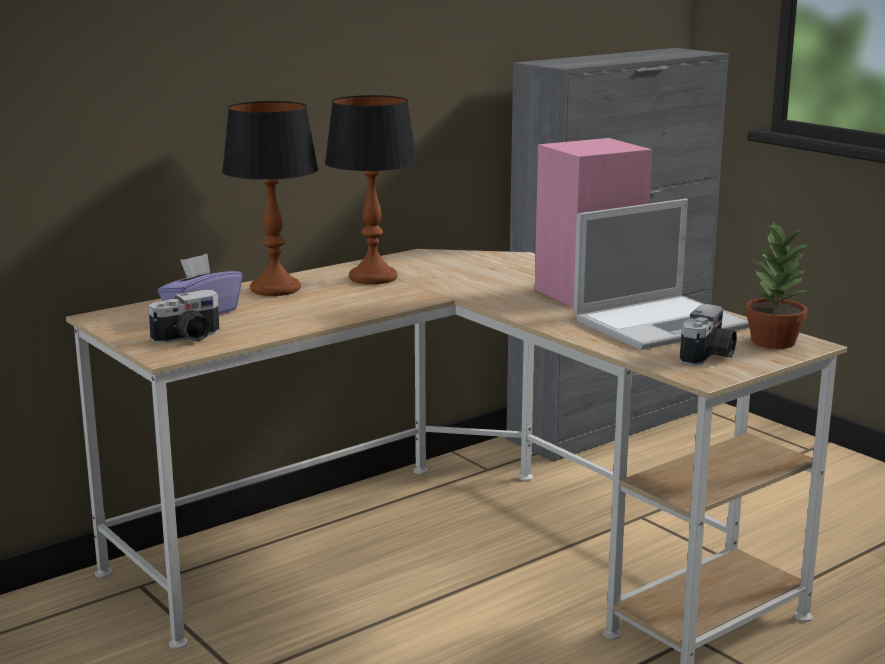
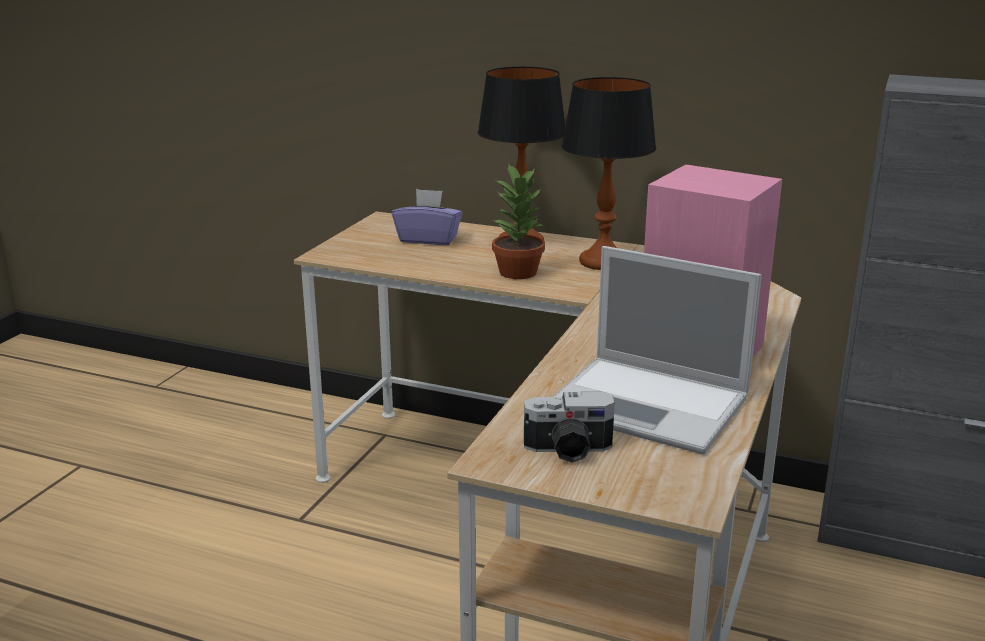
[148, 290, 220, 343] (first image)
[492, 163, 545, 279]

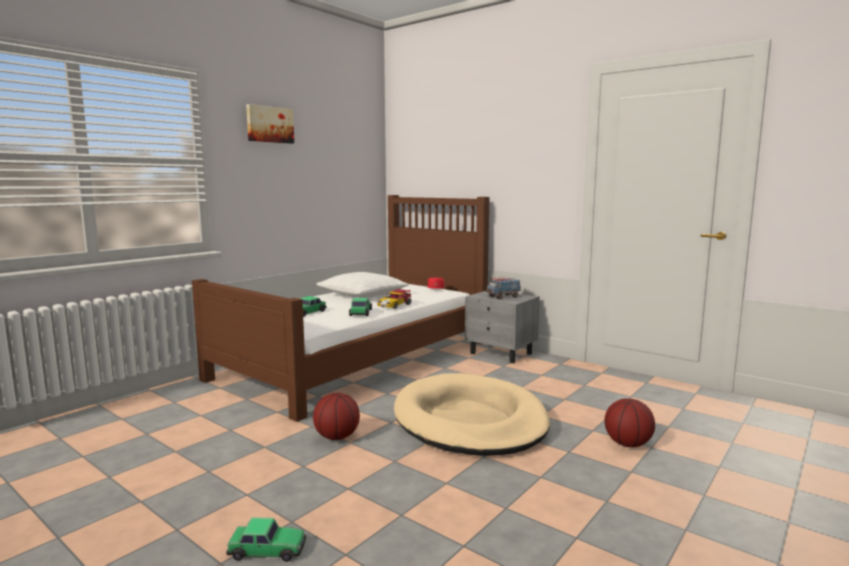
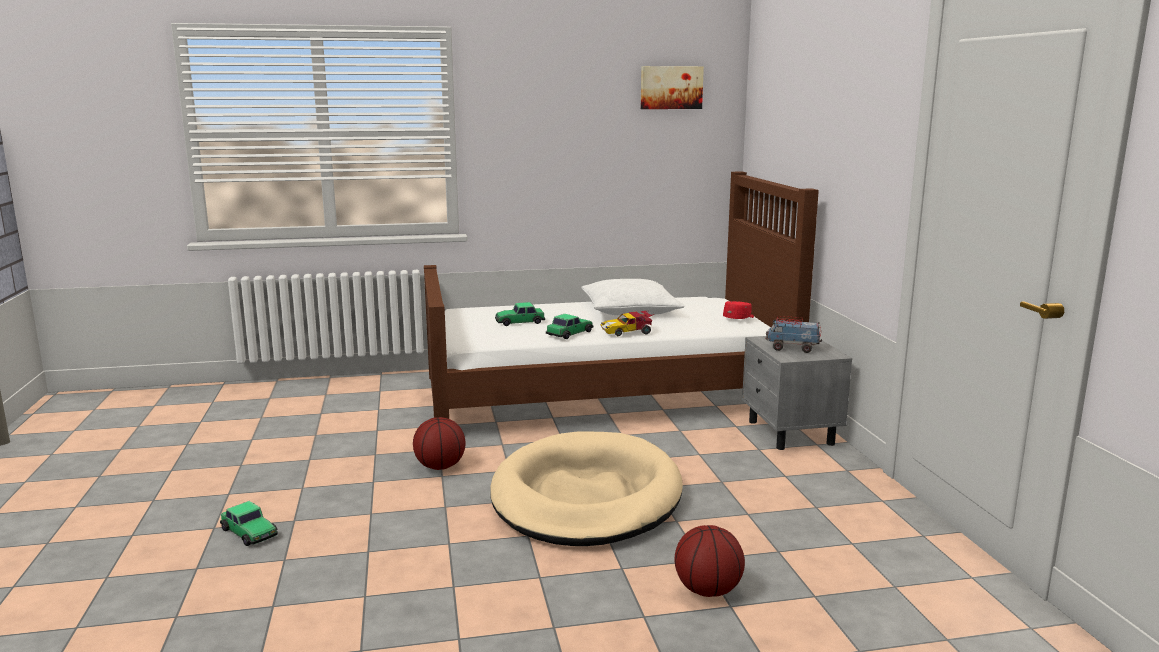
[641, 66, 704, 109]

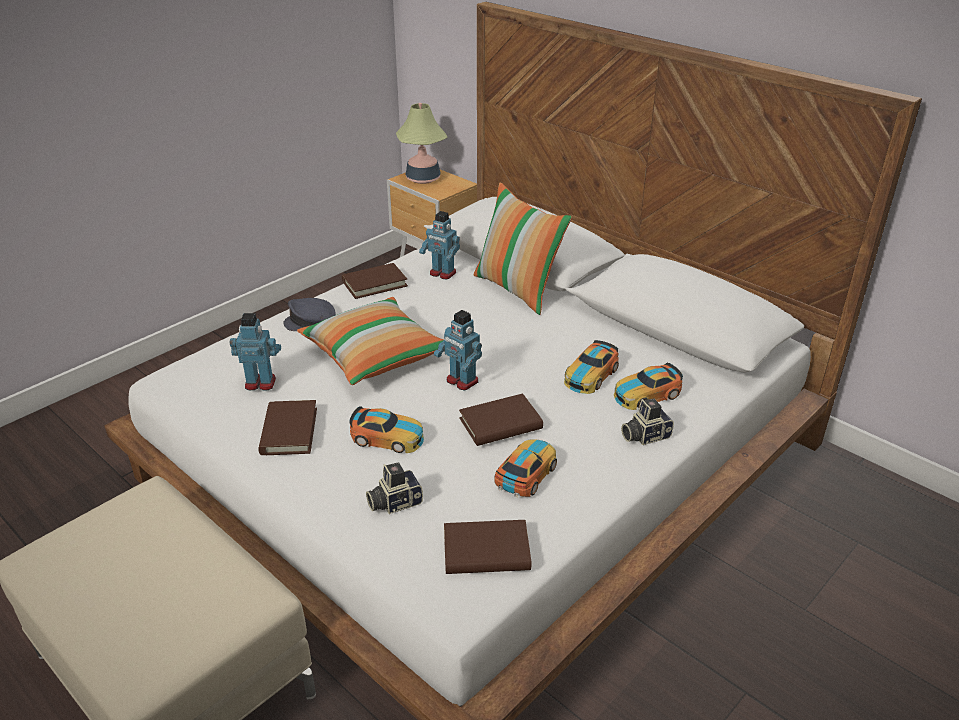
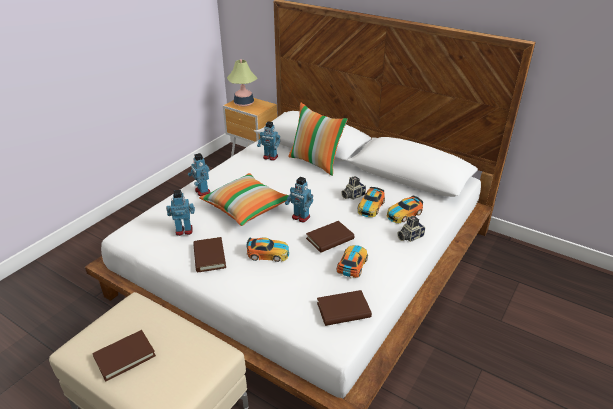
[188, 153, 211, 196]
[92, 330, 156, 382]
[341, 176, 366, 200]

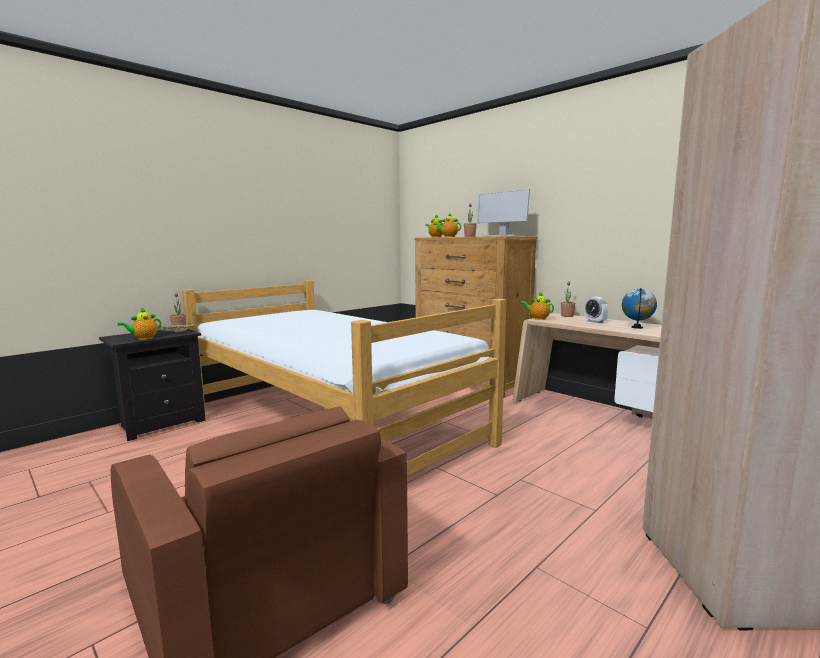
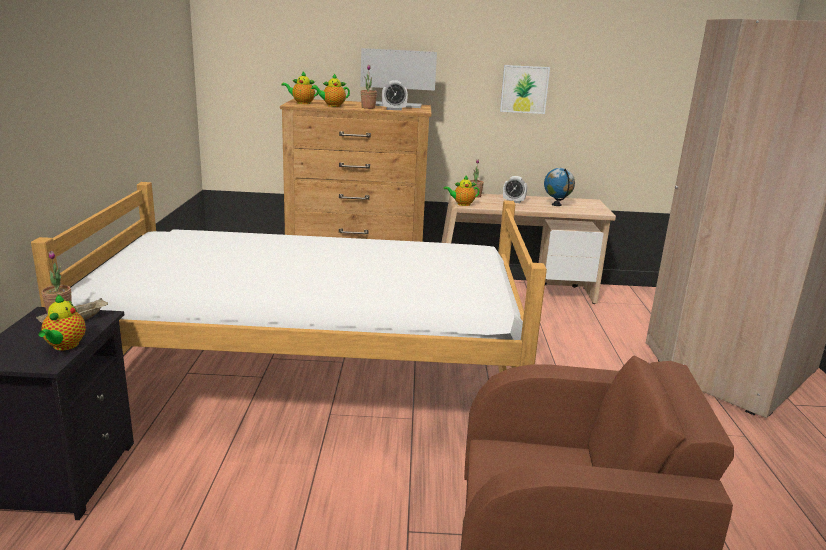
[382, 80, 408, 110]
[500, 65, 550, 114]

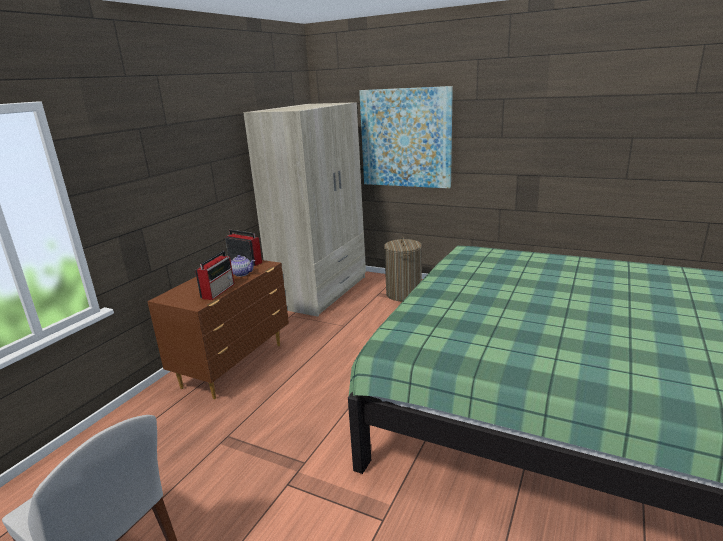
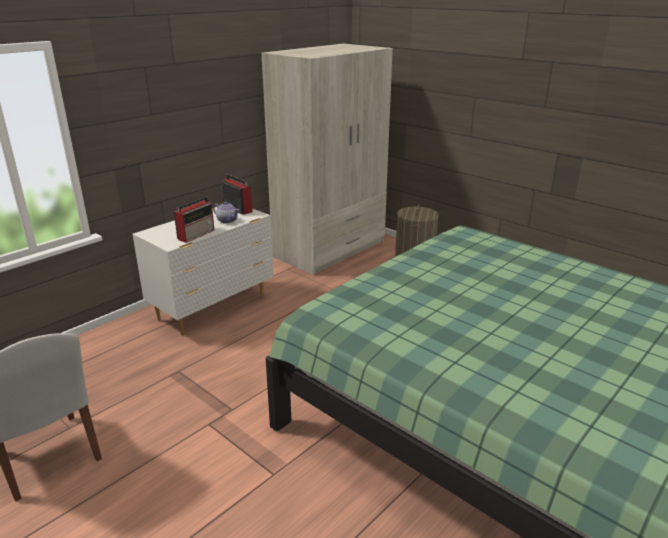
[132, 207, 274, 336]
[359, 86, 453, 189] (first image)

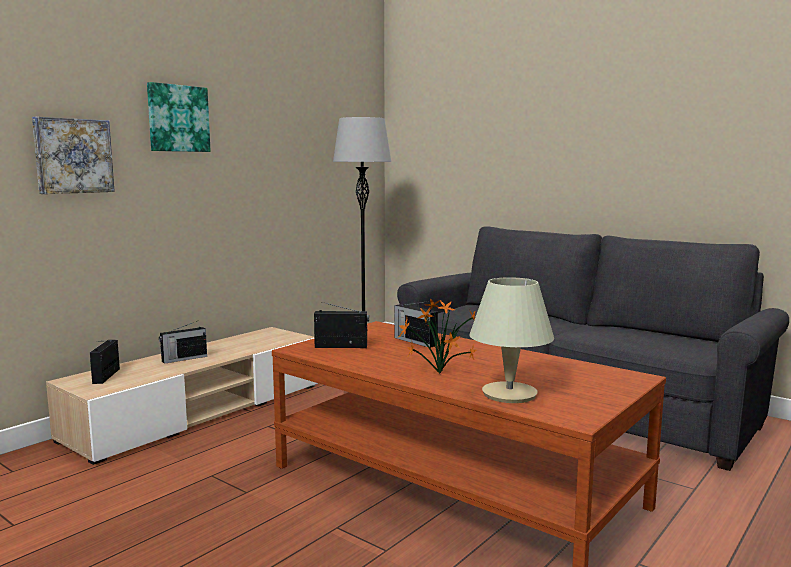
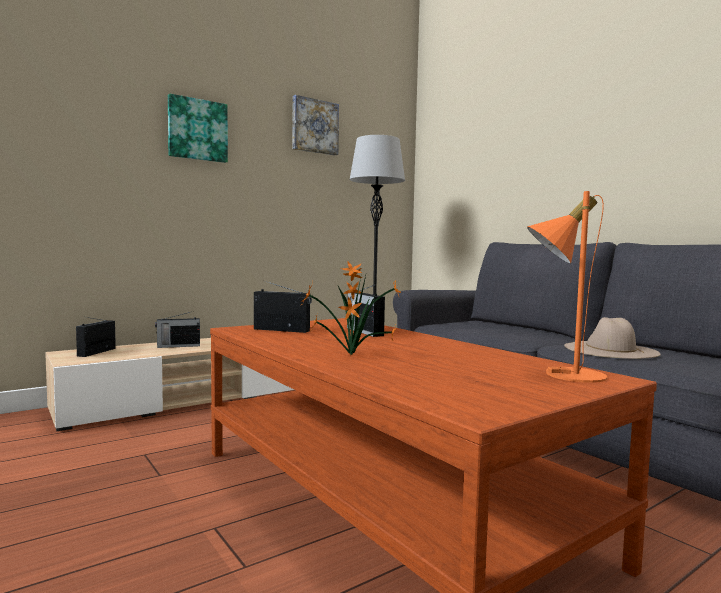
[292, 95, 339, 156]
[469, 277, 554, 403] (first image)
[527, 191, 608, 383]
[564, 317, 661, 359]

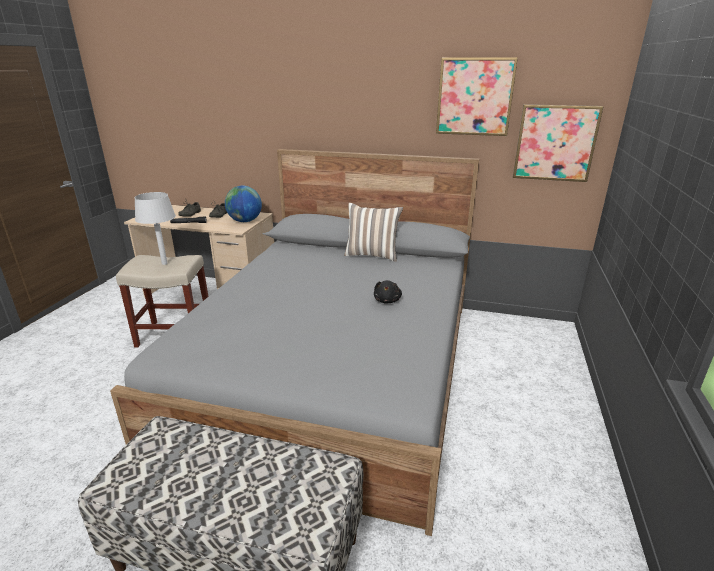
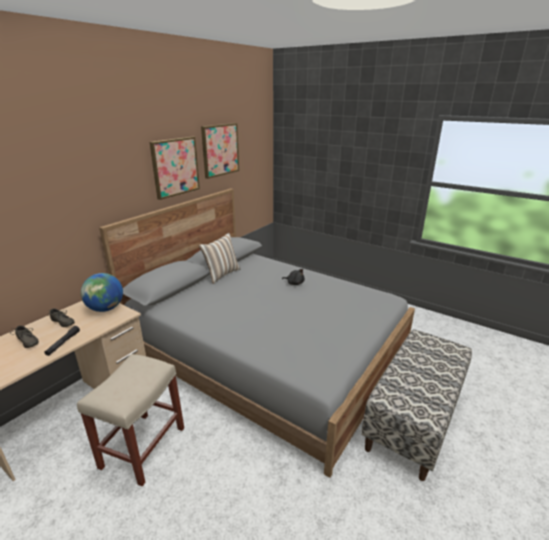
[134, 192, 176, 265] (first image)
[149, 137, 200, 200]

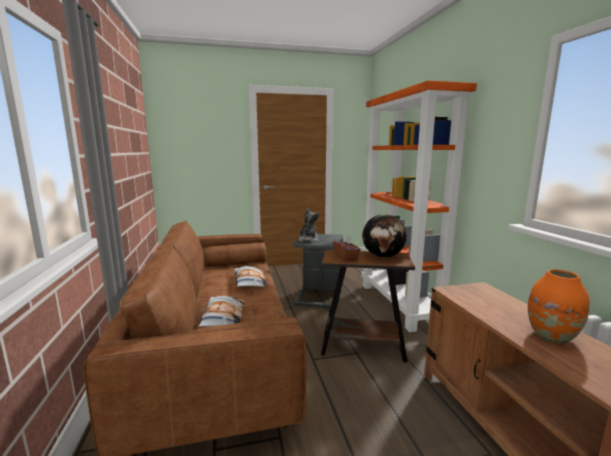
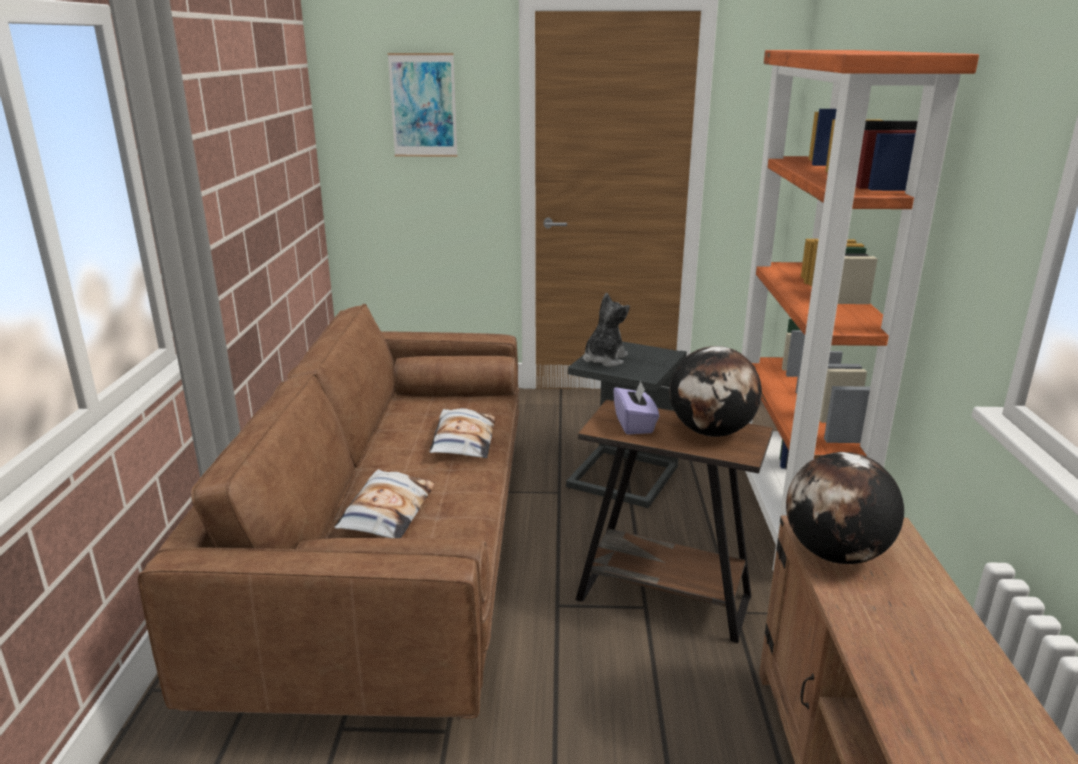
[613, 381, 659, 435]
[528, 269, 590, 344] (first image)
[388, 53, 458, 157]
[786, 452, 904, 564]

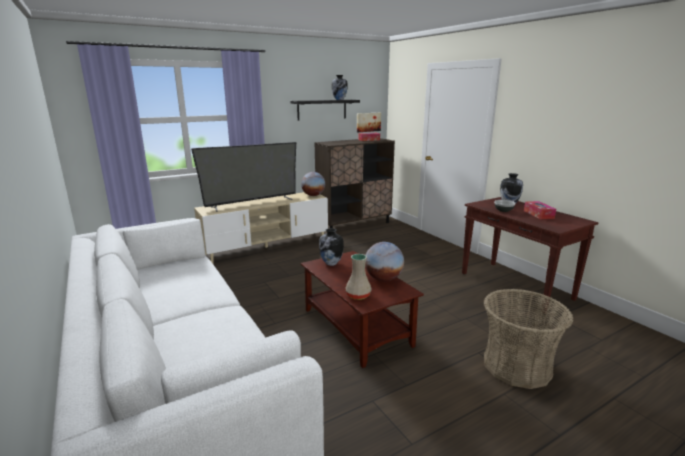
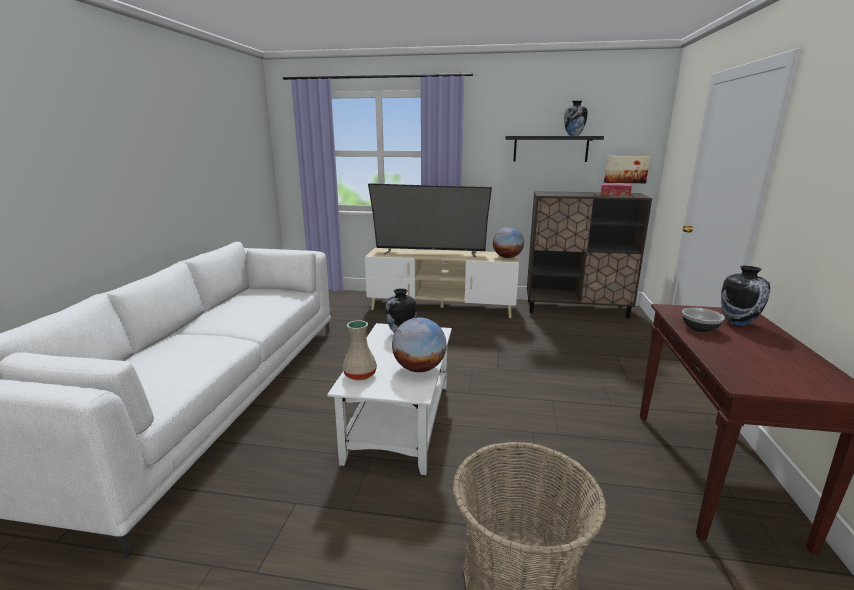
[327, 323, 452, 475]
[524, 201, 556, 219] (first image)

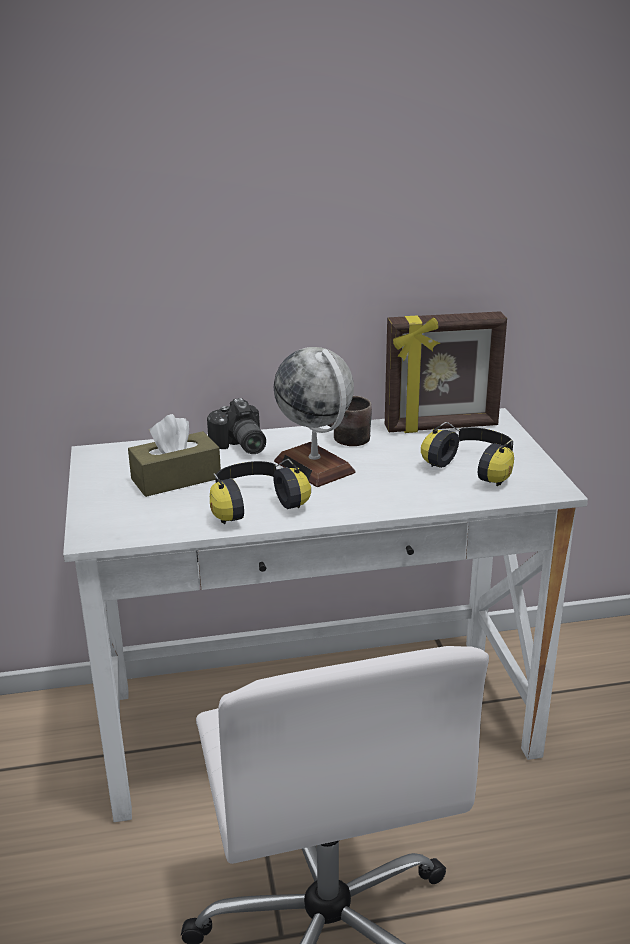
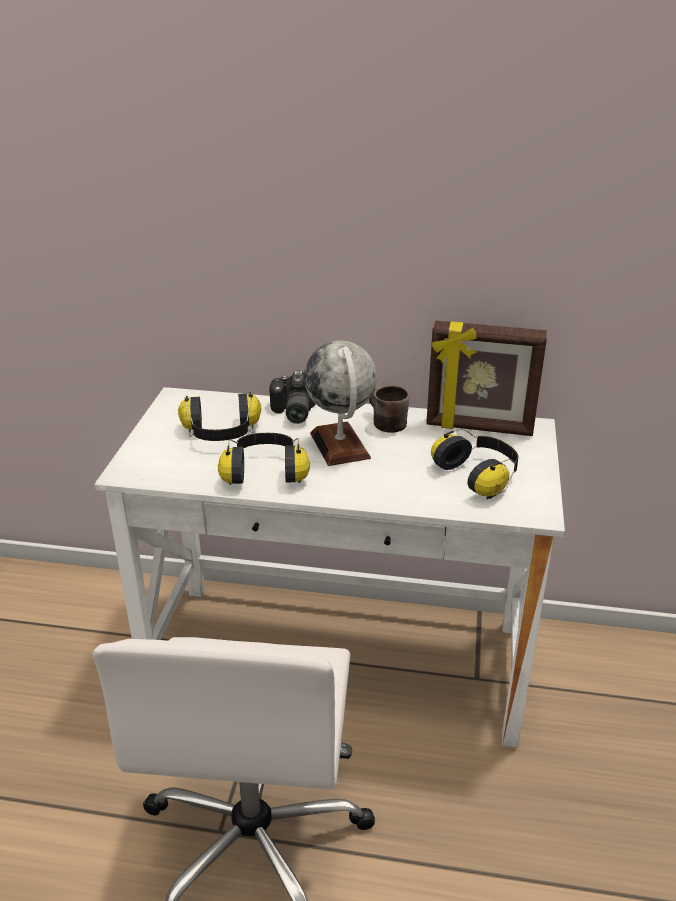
[178, 392, 261, 441]

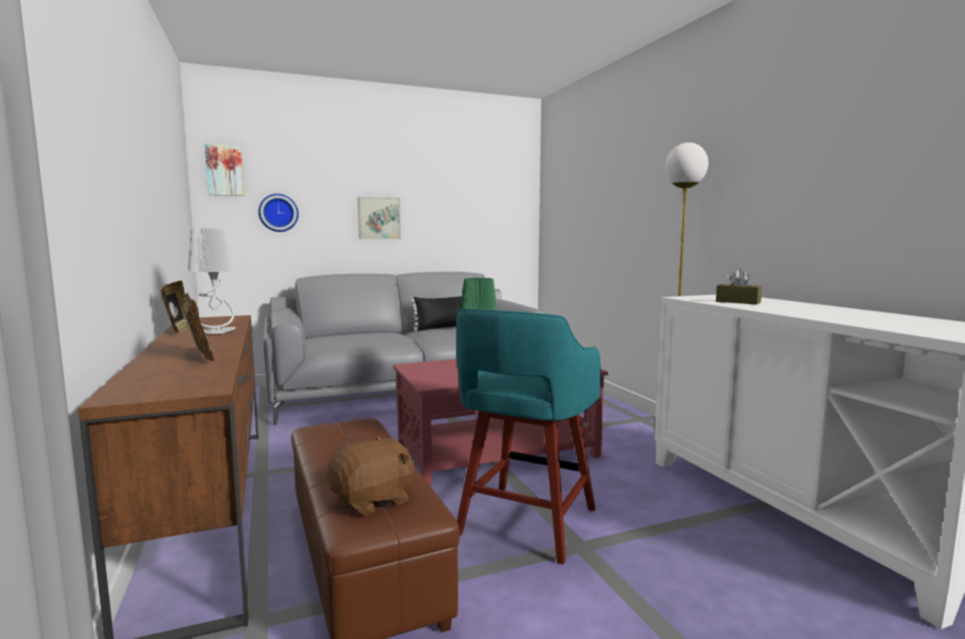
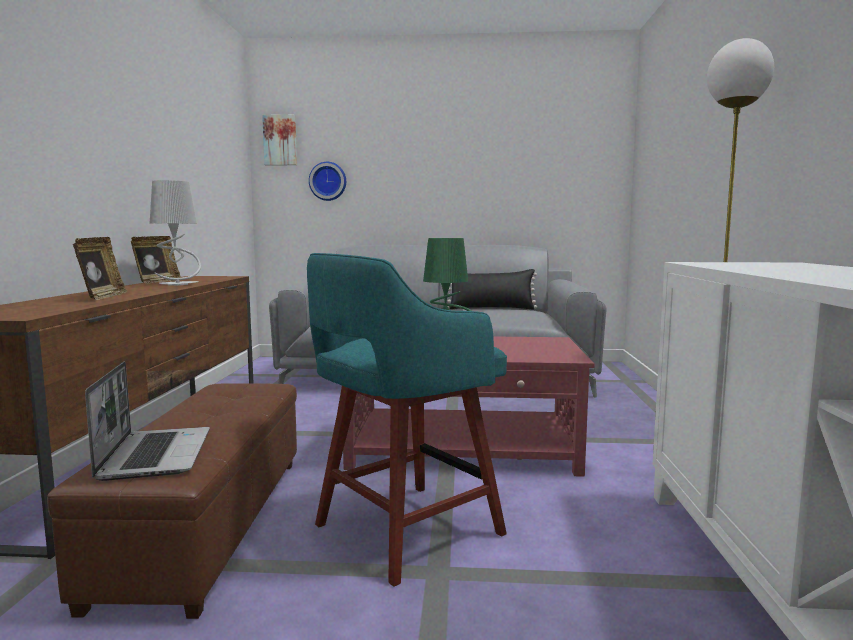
[85, 362, 210, 481]
[358, 197, 401, 239] (first image)
[716, 269, 762, 304] (first image)

